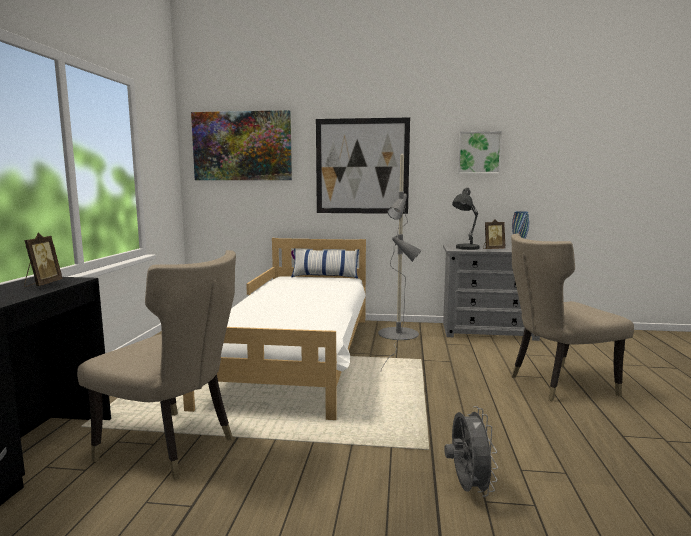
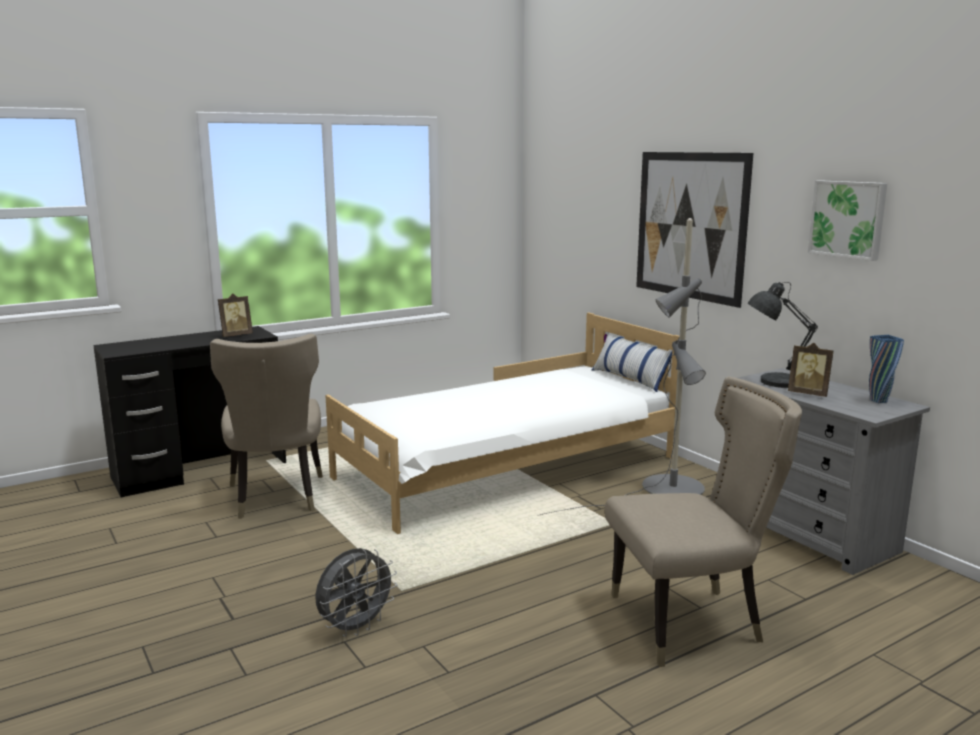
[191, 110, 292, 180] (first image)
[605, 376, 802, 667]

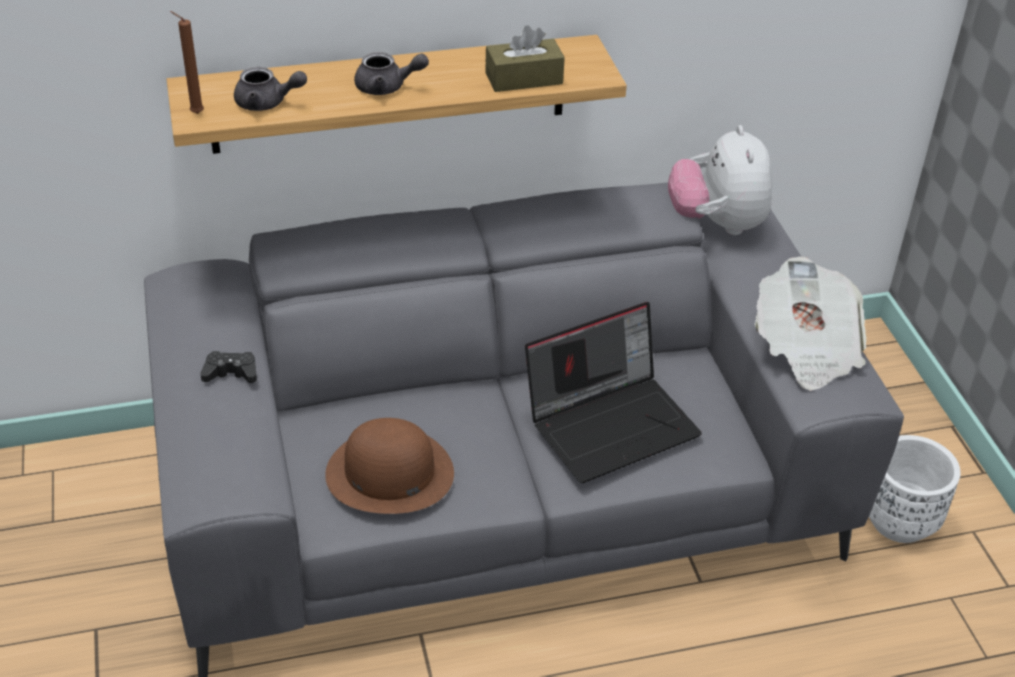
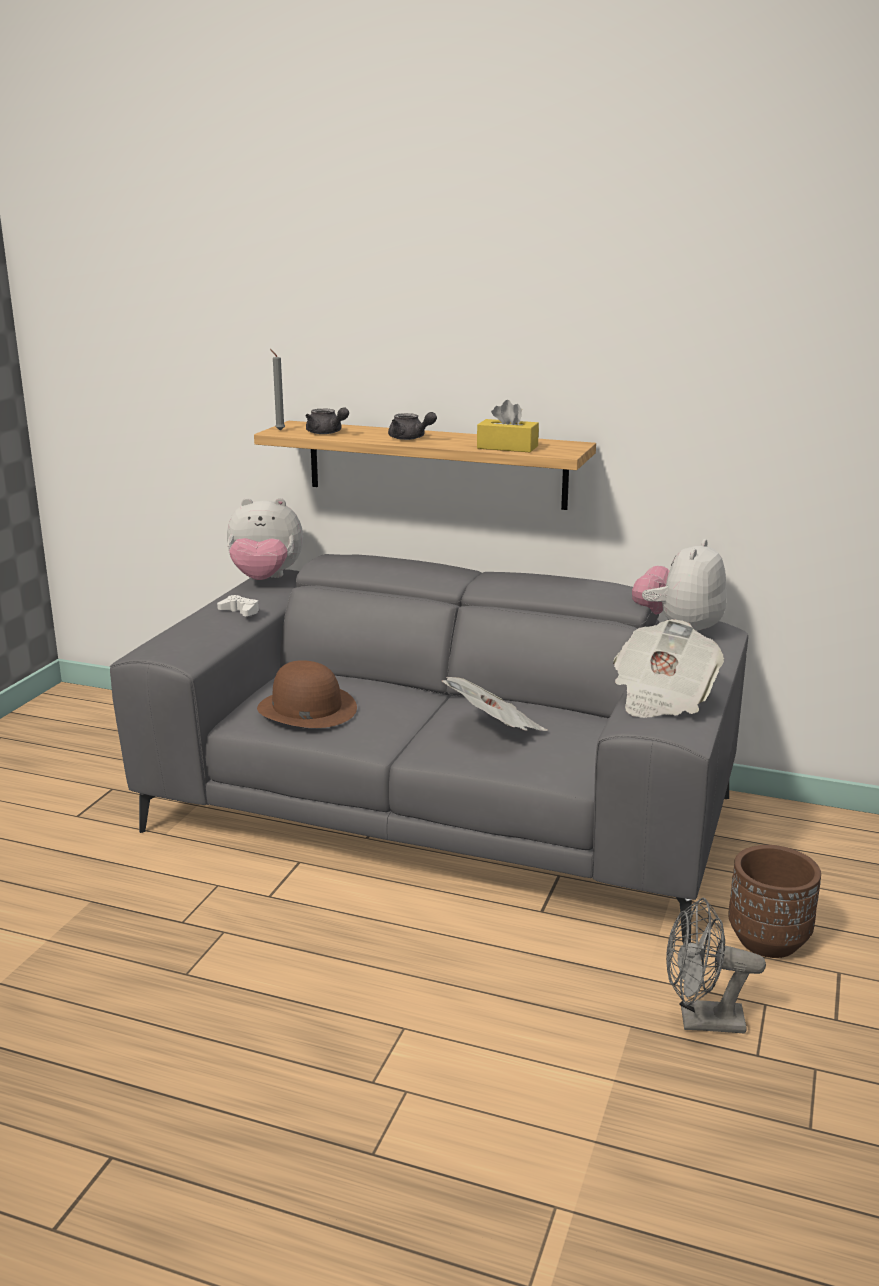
[270, 349, 285, 431]
[217, 595, 259, 616]
[477, 400, 539, 452]
[441, 677, 548, 731]
[728, 845, 821, 958]
[227, 498, 303, 580]
[666, 898, 766, 1033]

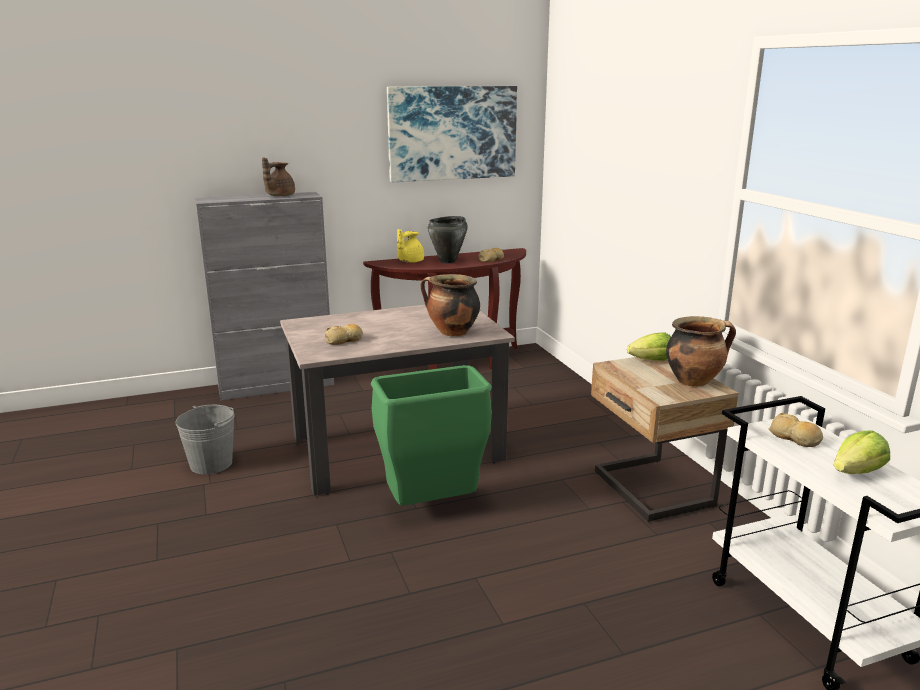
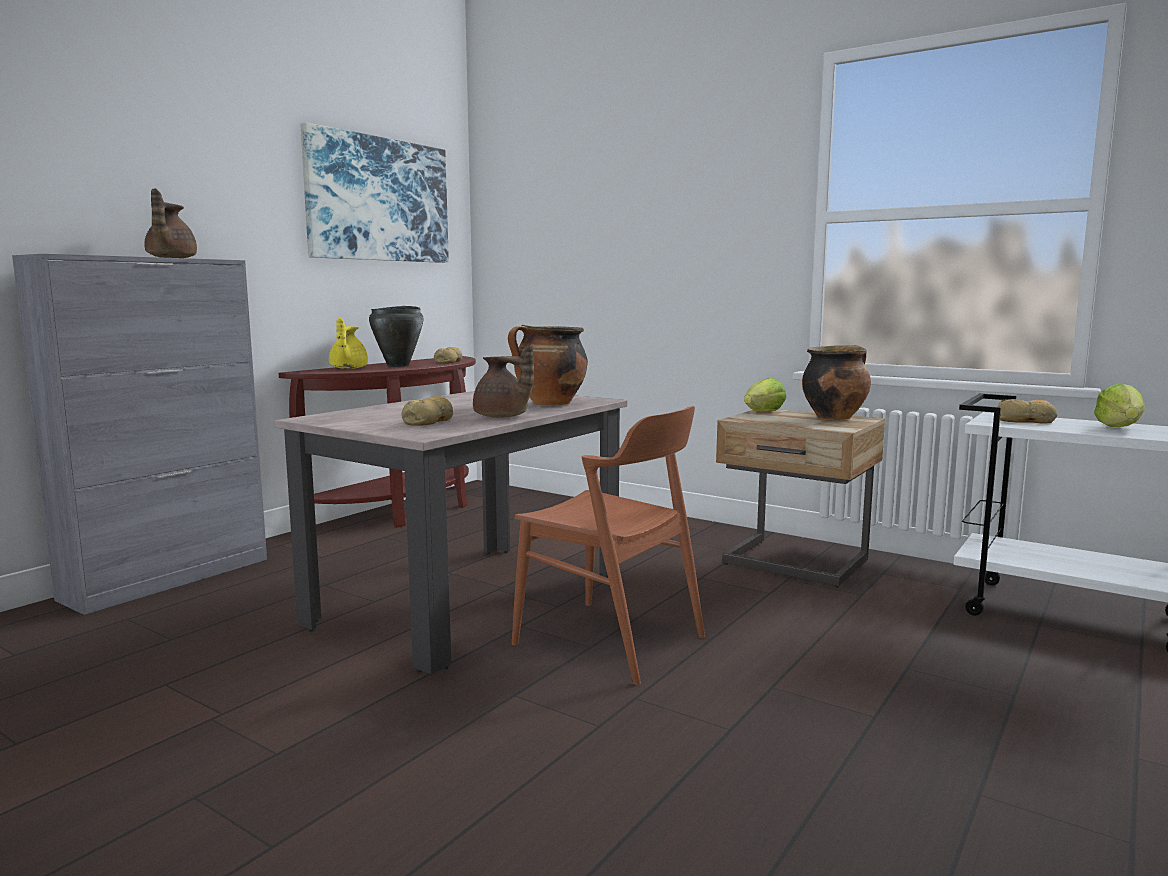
[175, 405, 235, 474] (first image)
[512, 406, 705, 685]
[473, 344, 534, 418]

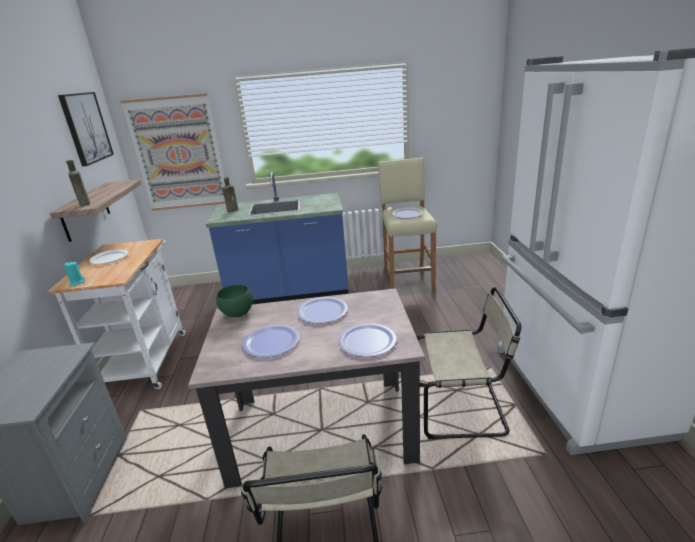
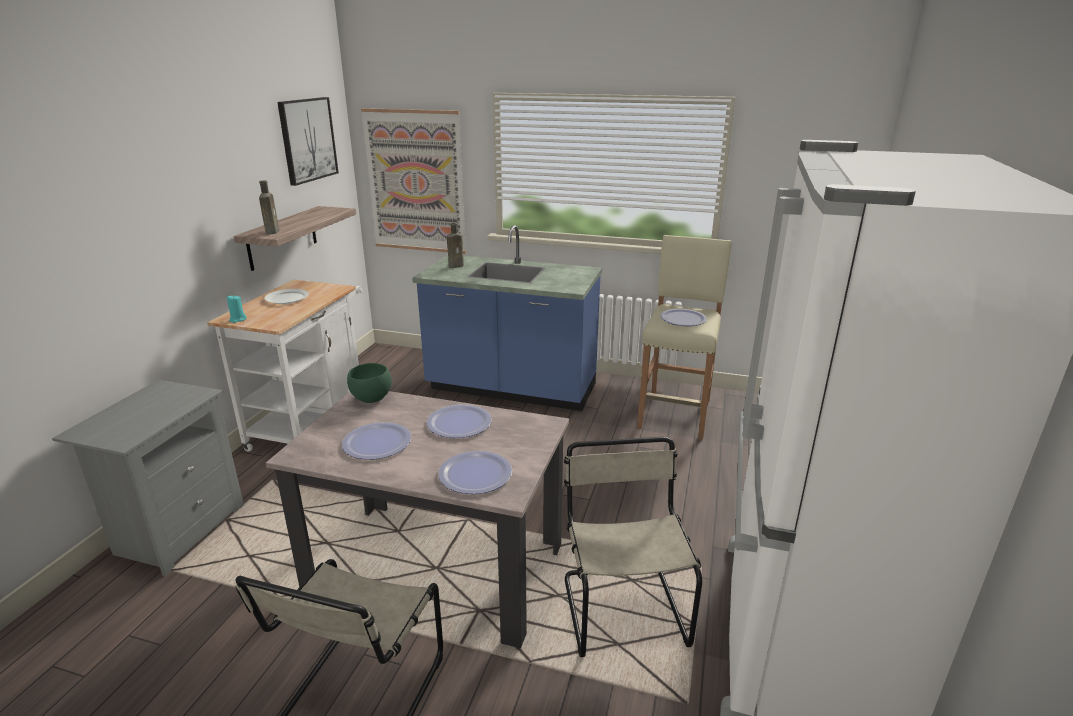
[564, 437, 702, 657]

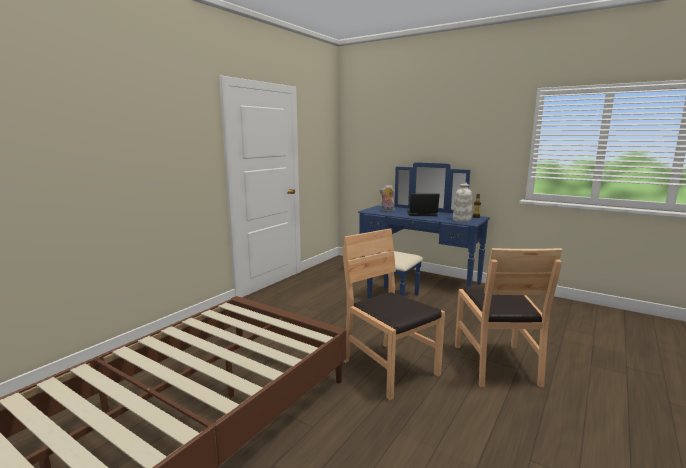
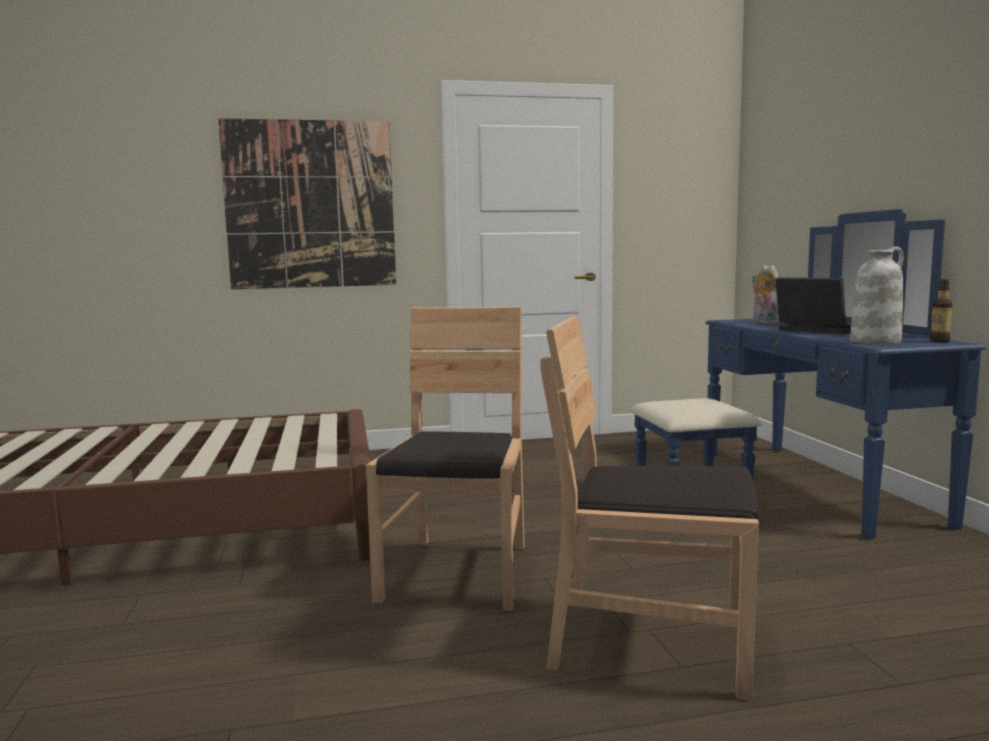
[540, 316, 760, 701]
[218, 118, 396, 289]

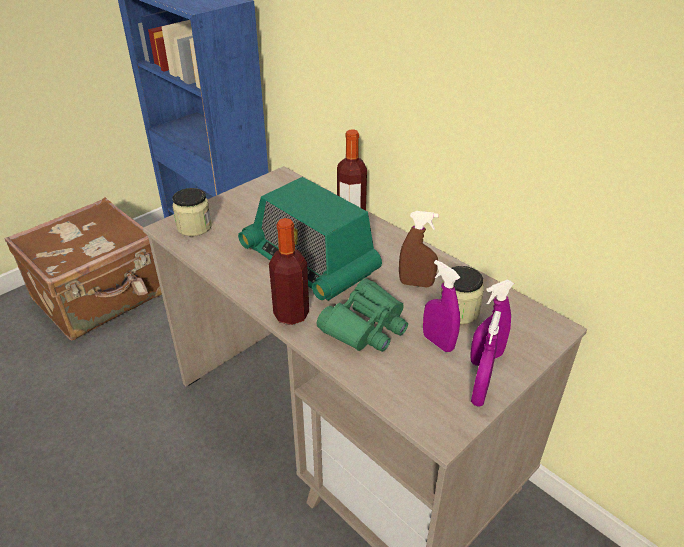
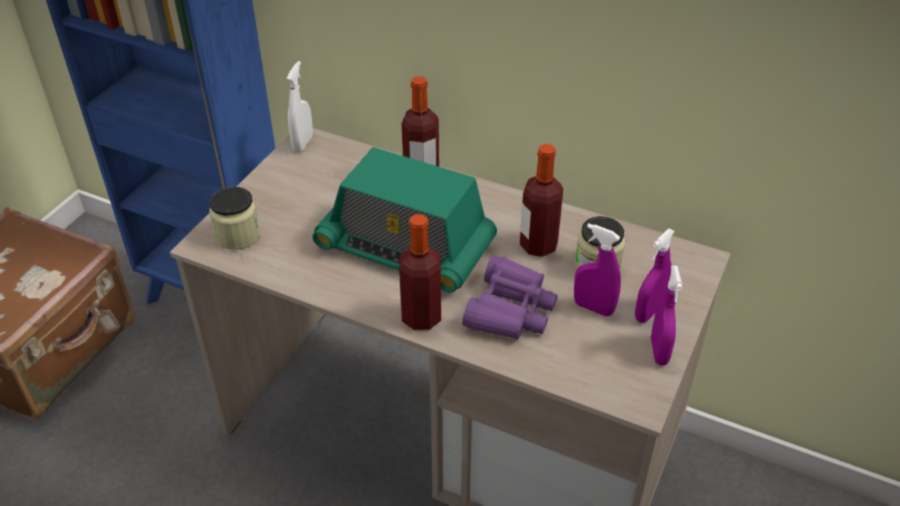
[462, 255, 558, 340]
[520, 144, 563, 257]
[287, 61, 313, 152]

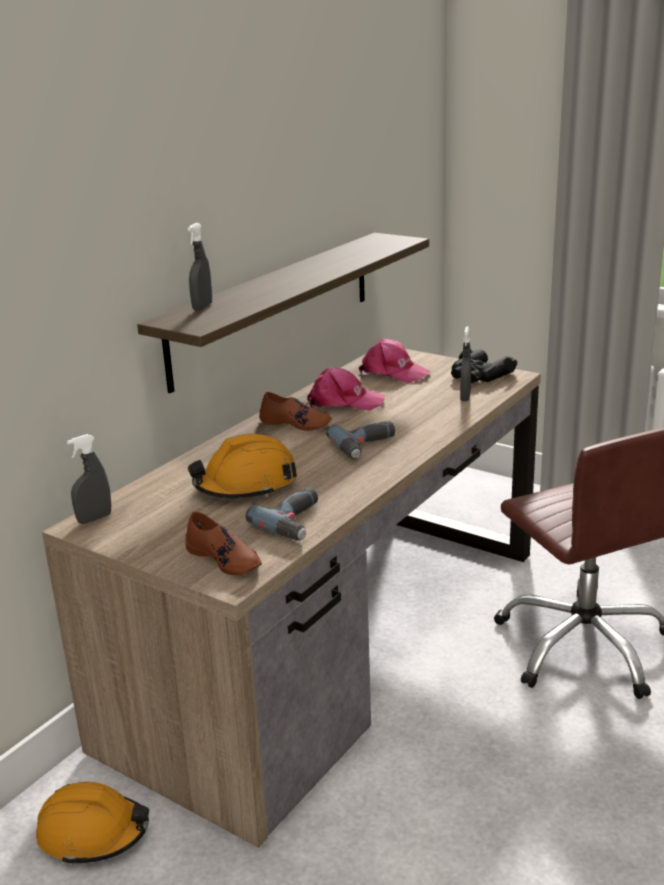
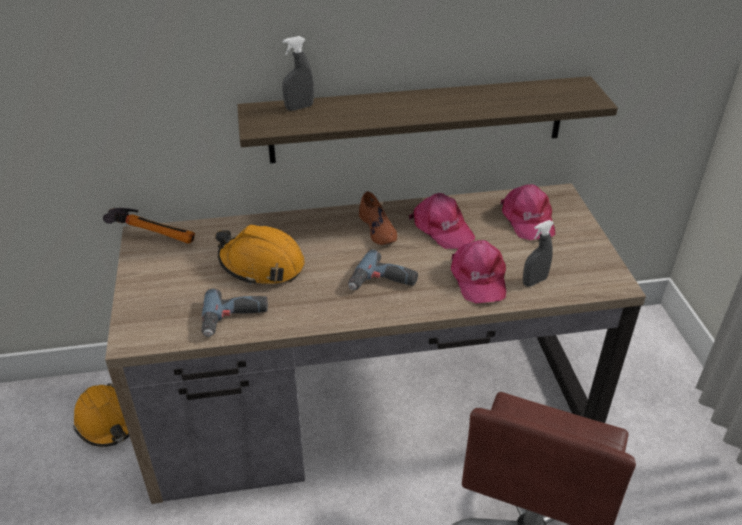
[103, 208, 195, 244]
[185, 512, 262, 575] (first image)
[451, 349, 517, 383] (first image)
[451, 240, 506, 303]

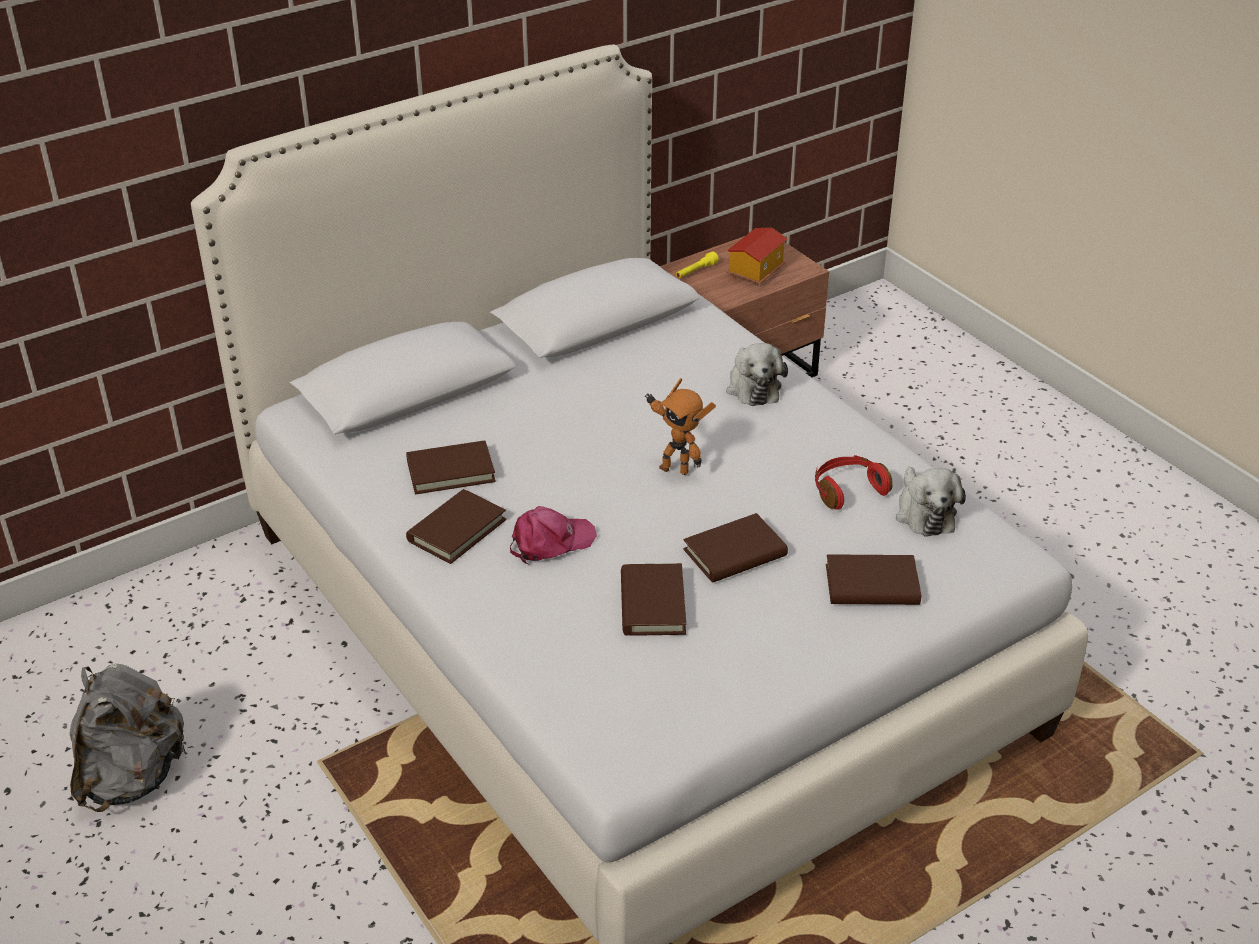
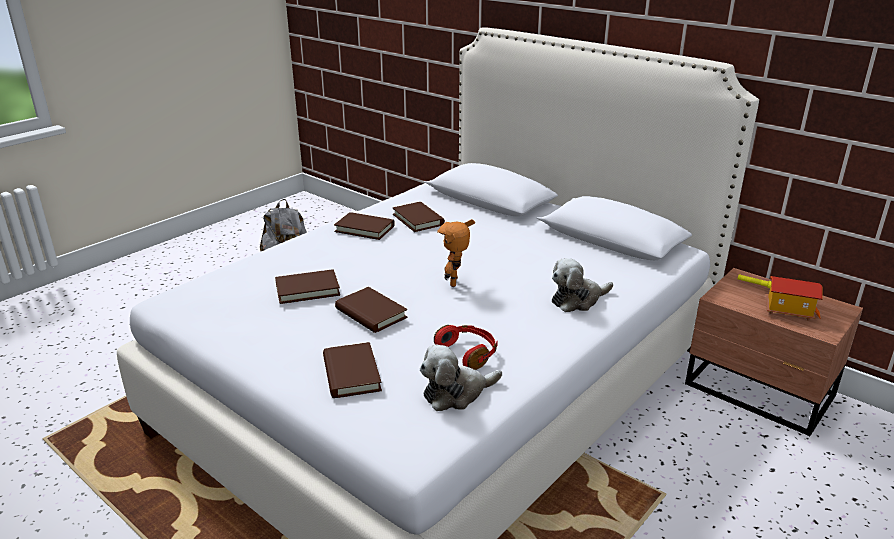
[510, 506, 597, 564] (first image)

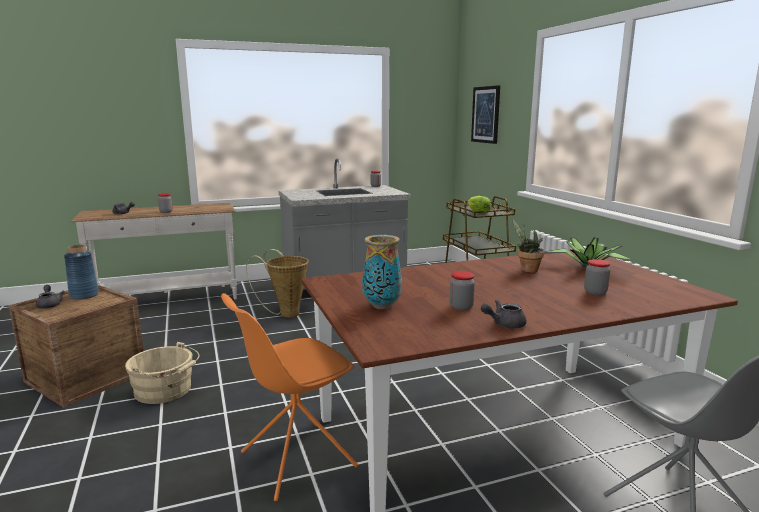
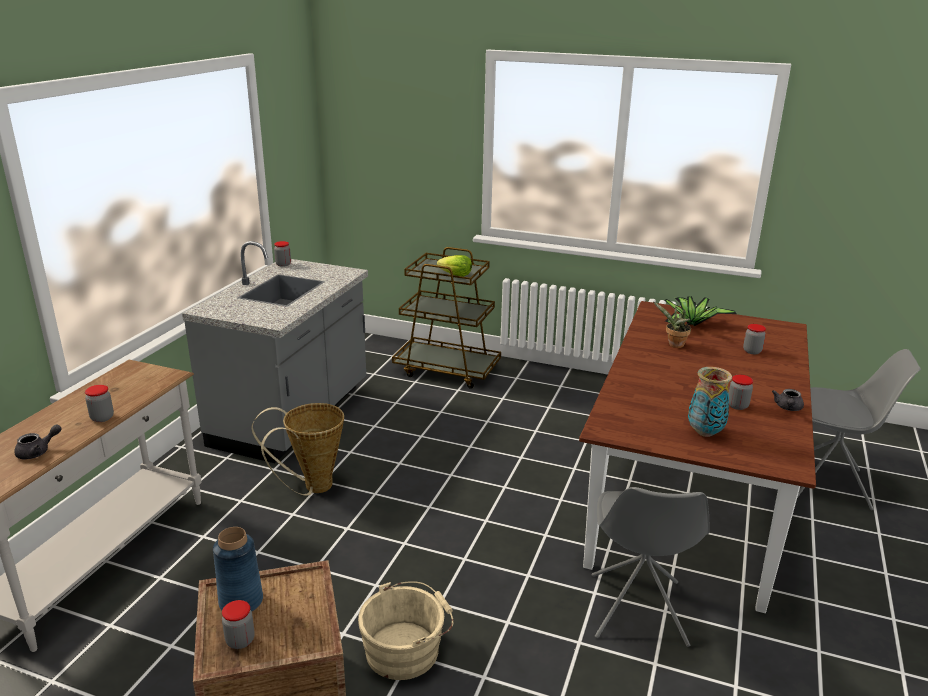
[222, 600, 255, 649]
[592, 487, 710, 647]
[471, 85, 500, 144] (first image)

